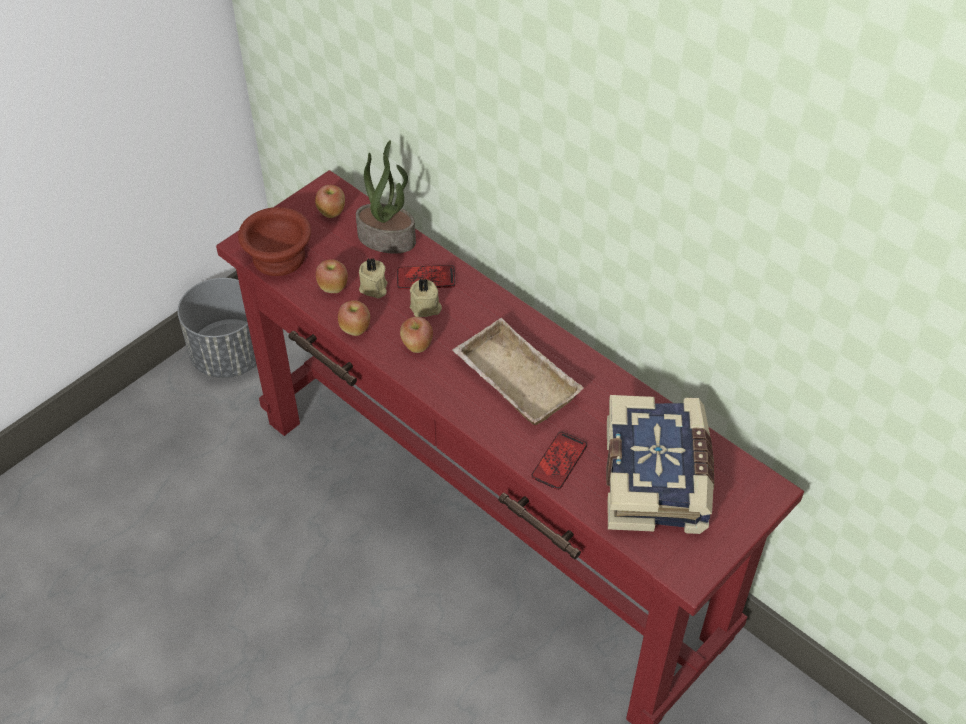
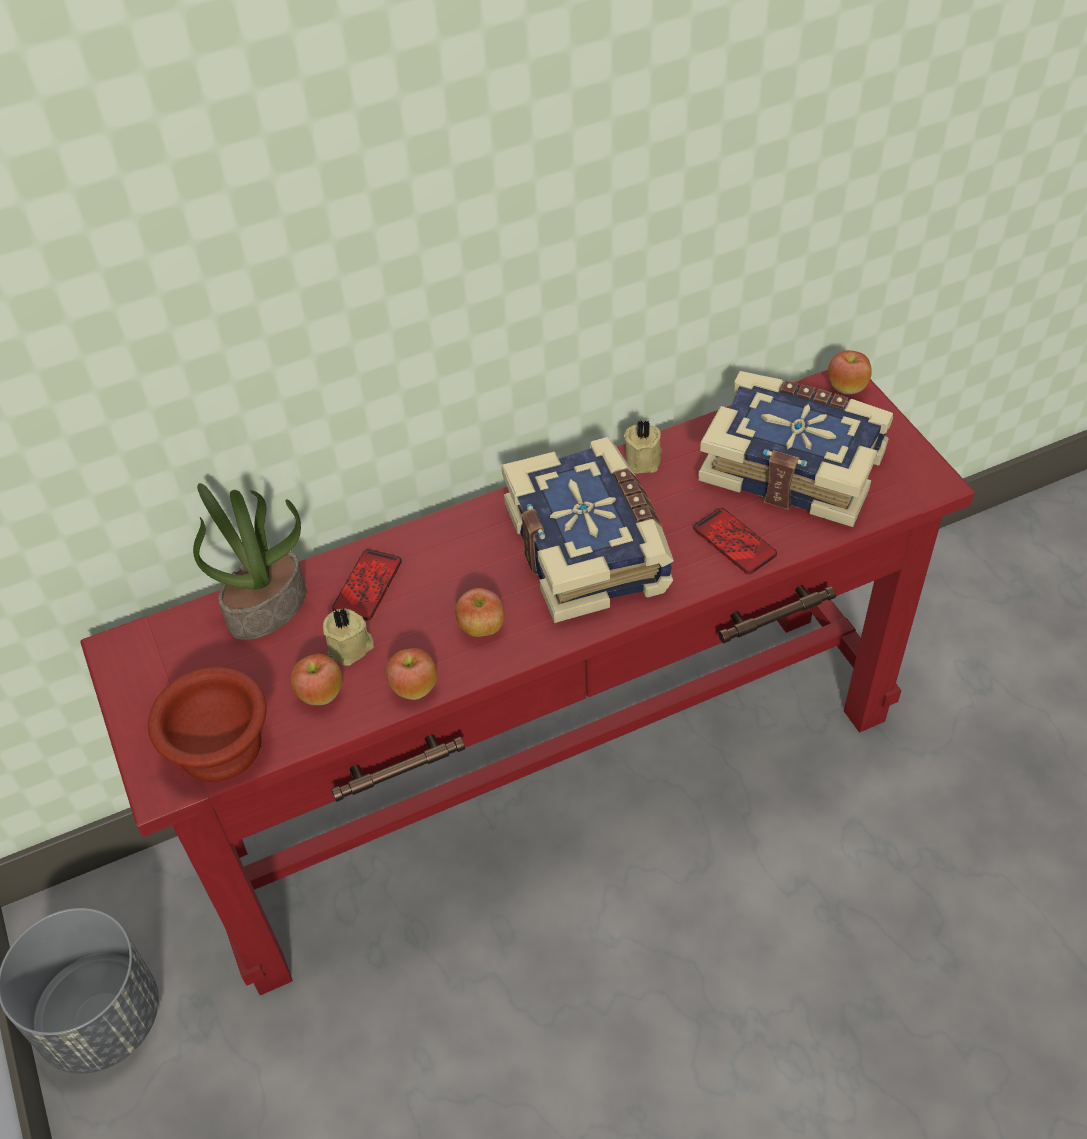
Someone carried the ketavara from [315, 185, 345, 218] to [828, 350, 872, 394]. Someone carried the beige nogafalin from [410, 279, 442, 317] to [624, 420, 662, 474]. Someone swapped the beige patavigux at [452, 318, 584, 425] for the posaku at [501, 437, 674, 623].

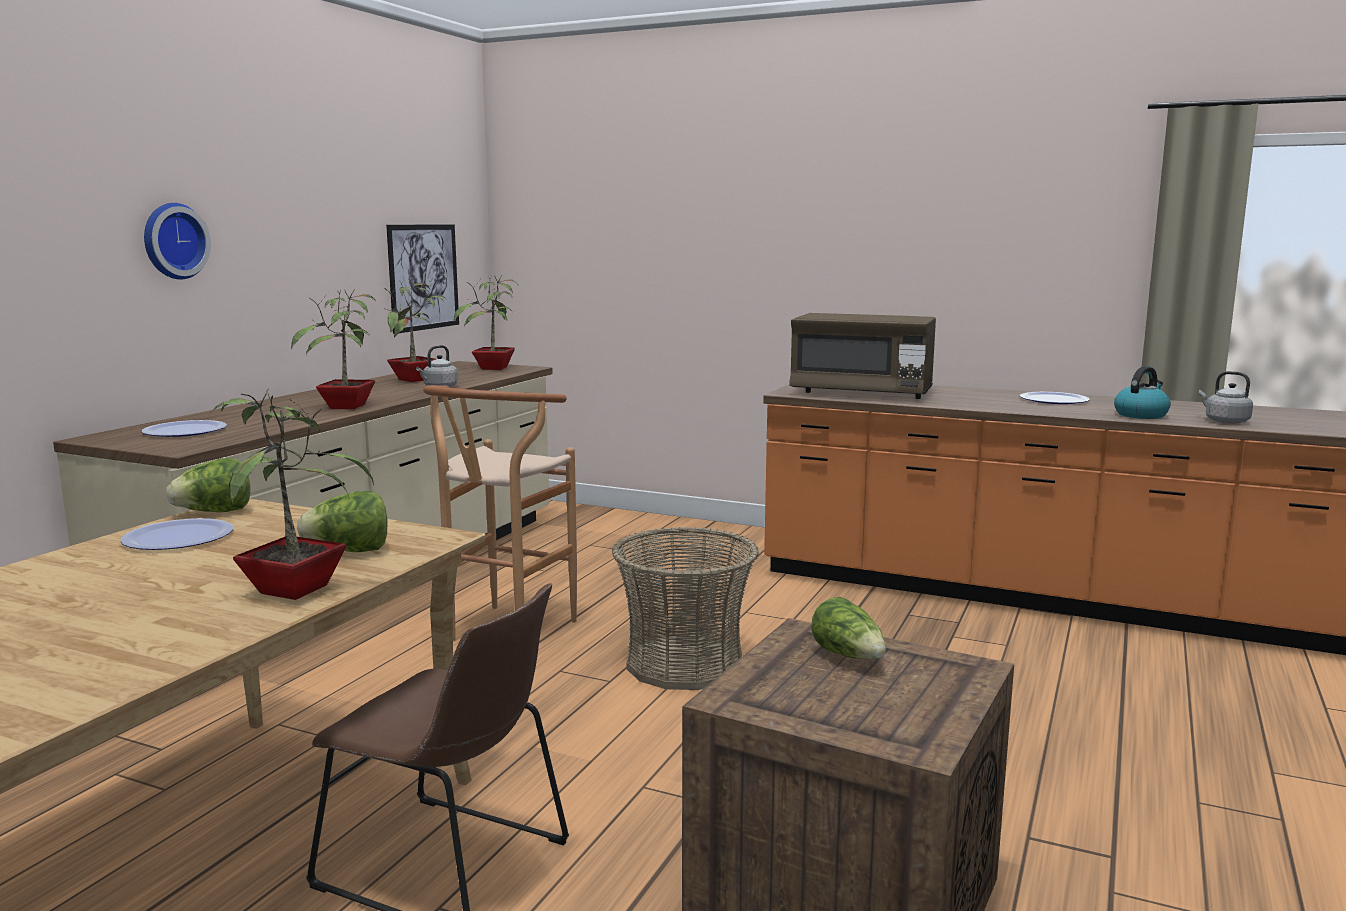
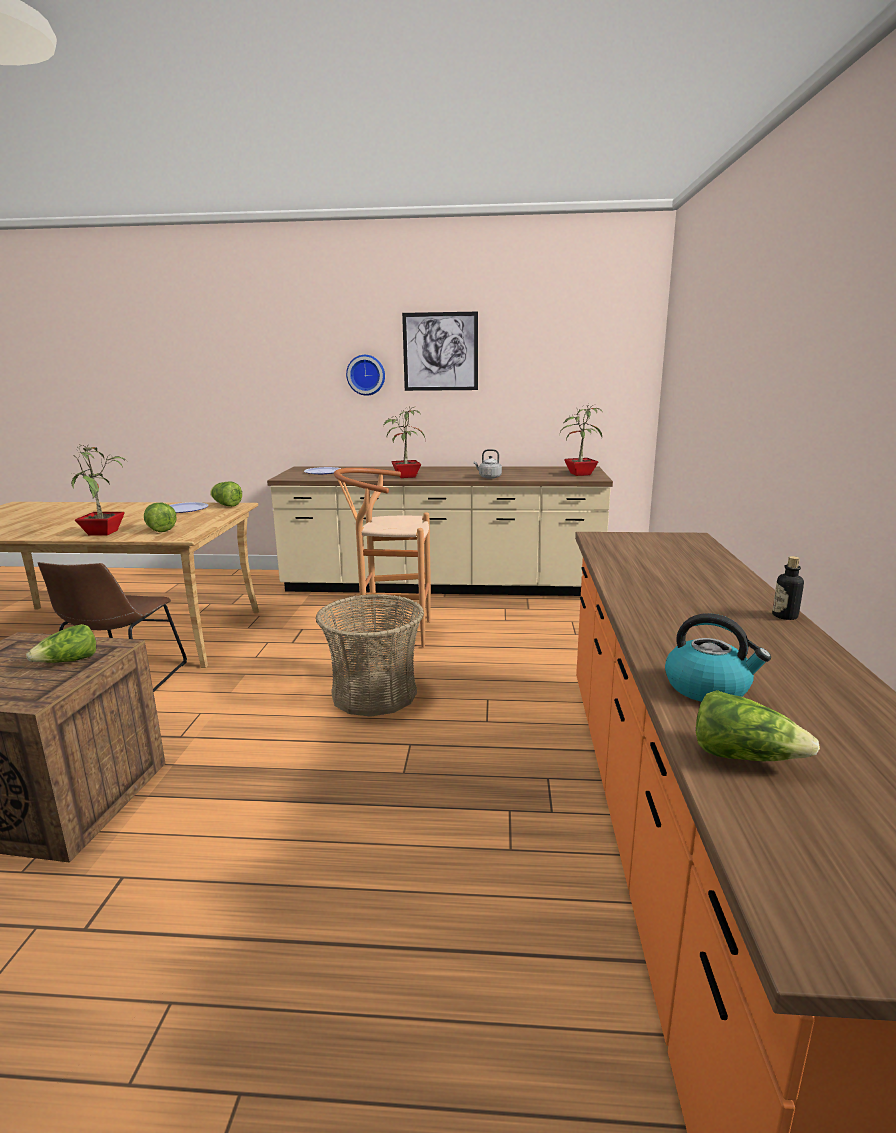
Someone carried the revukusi from [386, 225, 459, 334] to [402, 312, 478, 391]. Someone took away the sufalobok at [381, 279, 446, 382]. Someone took away the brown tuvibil at [789, 313, 936, 399]. Someone swapped the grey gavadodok at [1199, 371, 1253, 424] for the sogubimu at [696, 690, 820, 761]. Someone took away the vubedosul at [1020, 392, 1090, 404]. Someone put down the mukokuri at [772, 556, 804, 620].

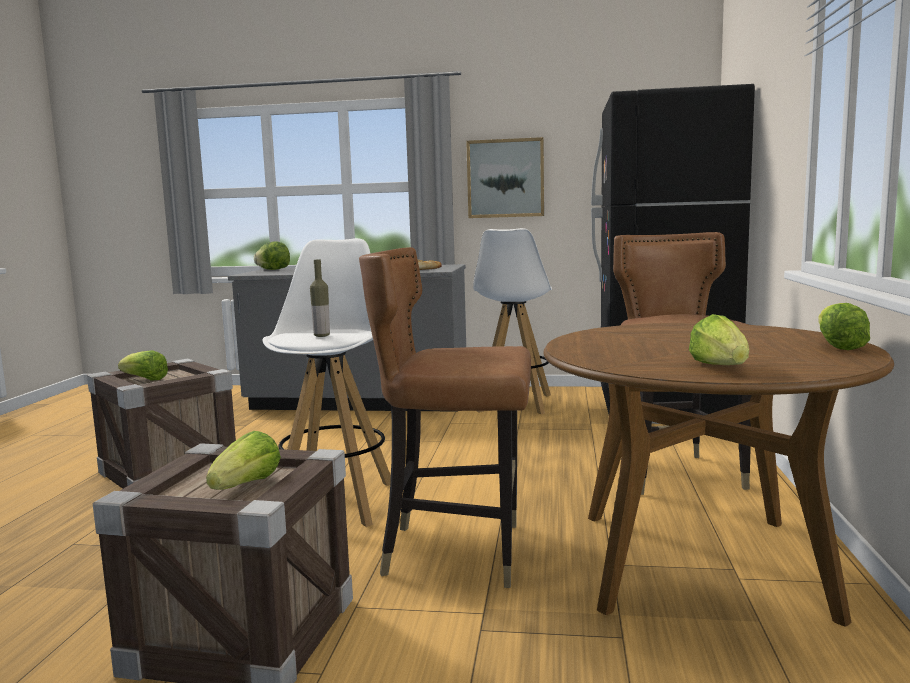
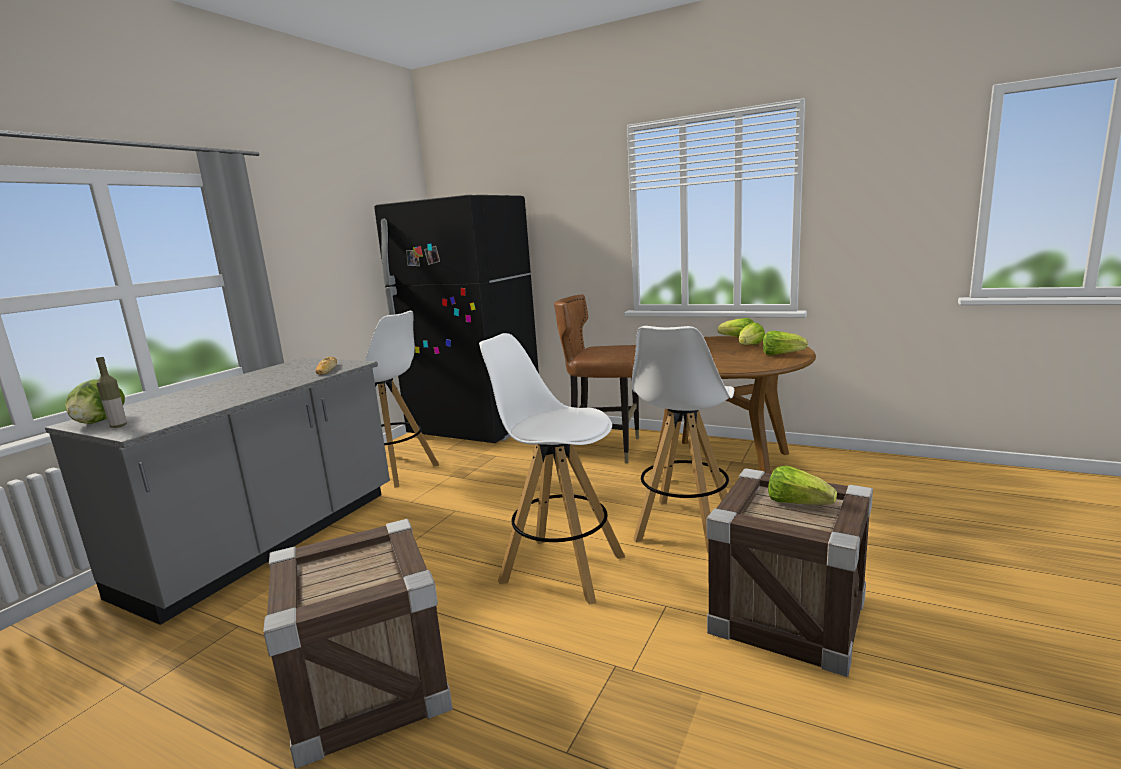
Someone took away the revukusi at [466, 137, 544, 218]. Someone swapped the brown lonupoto at [359, 247, 531, 588] for the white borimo at [632, 326, 734, 552]. Someone carried the mukokuri from [310, 260, 330, 337] to [96, 357, 127, 428]. Someone carried the sogubimu from [118, 350, 168, 380] to [739, 322, 765, 345].

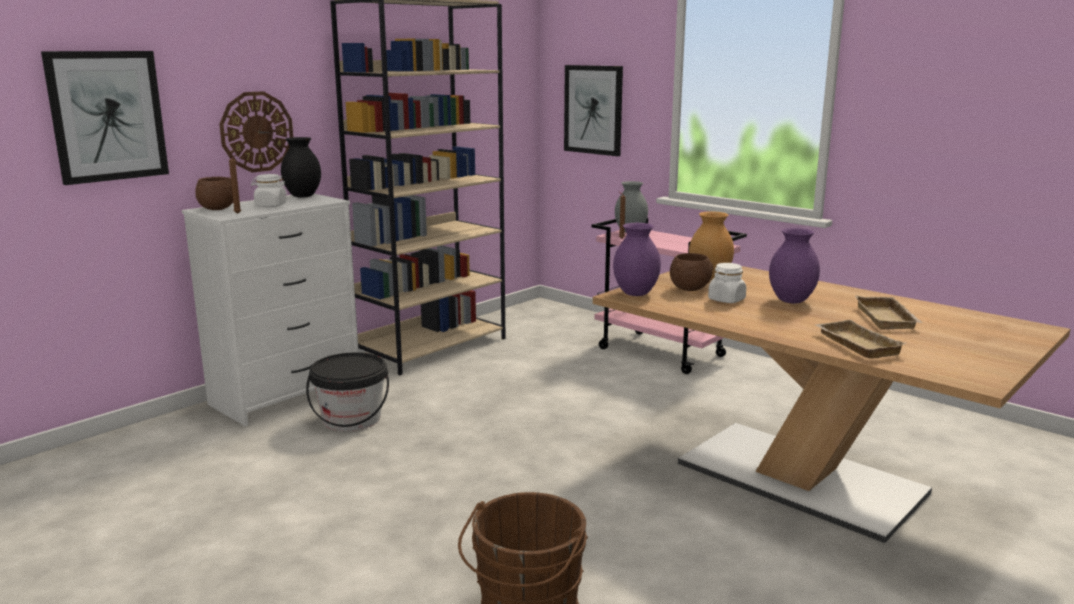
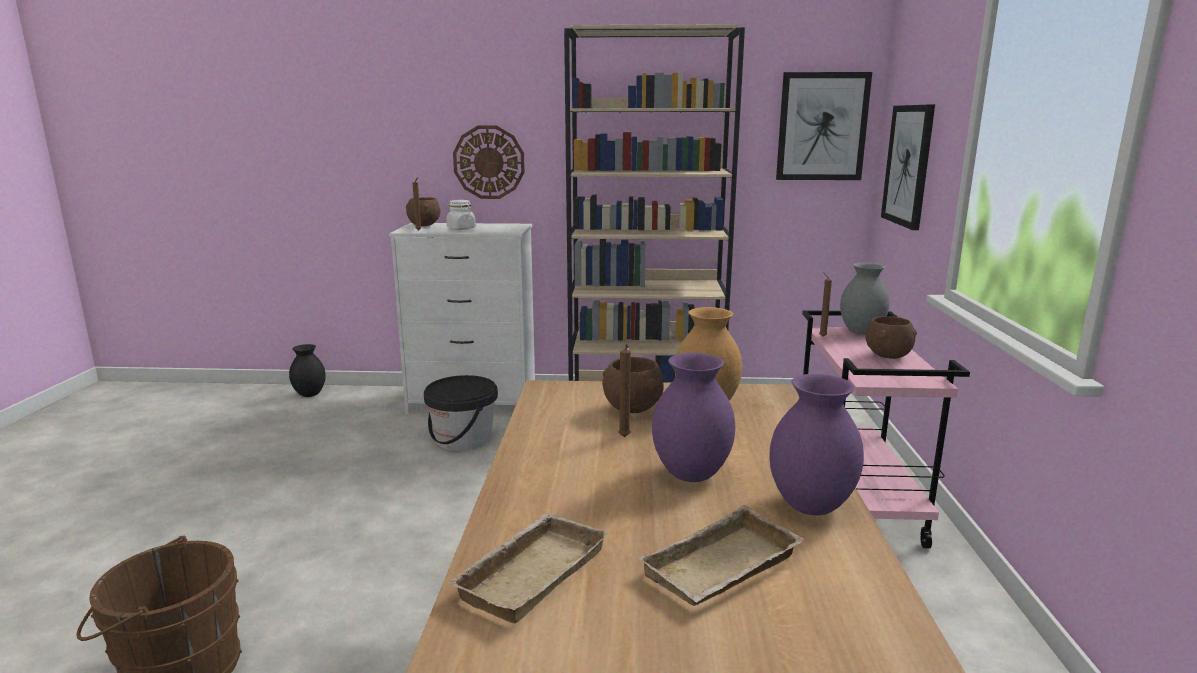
Someone carried the revukusi from [41, 51, 169, 185] to [776, 72, 872, 180]. Someone carried the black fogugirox from [281, 137, 321, 197] to [289, 344, 326, 397]. Someone carried the purple fogugirox from [613, 223, 661, 296] to [769, 374, 864, 515]. Someone swapped the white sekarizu at [708, 263, 746, 303] for the brown nogafalin at [618, 344, 631, 437]. Someone put down the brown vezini at [865, 316, 917, 359].

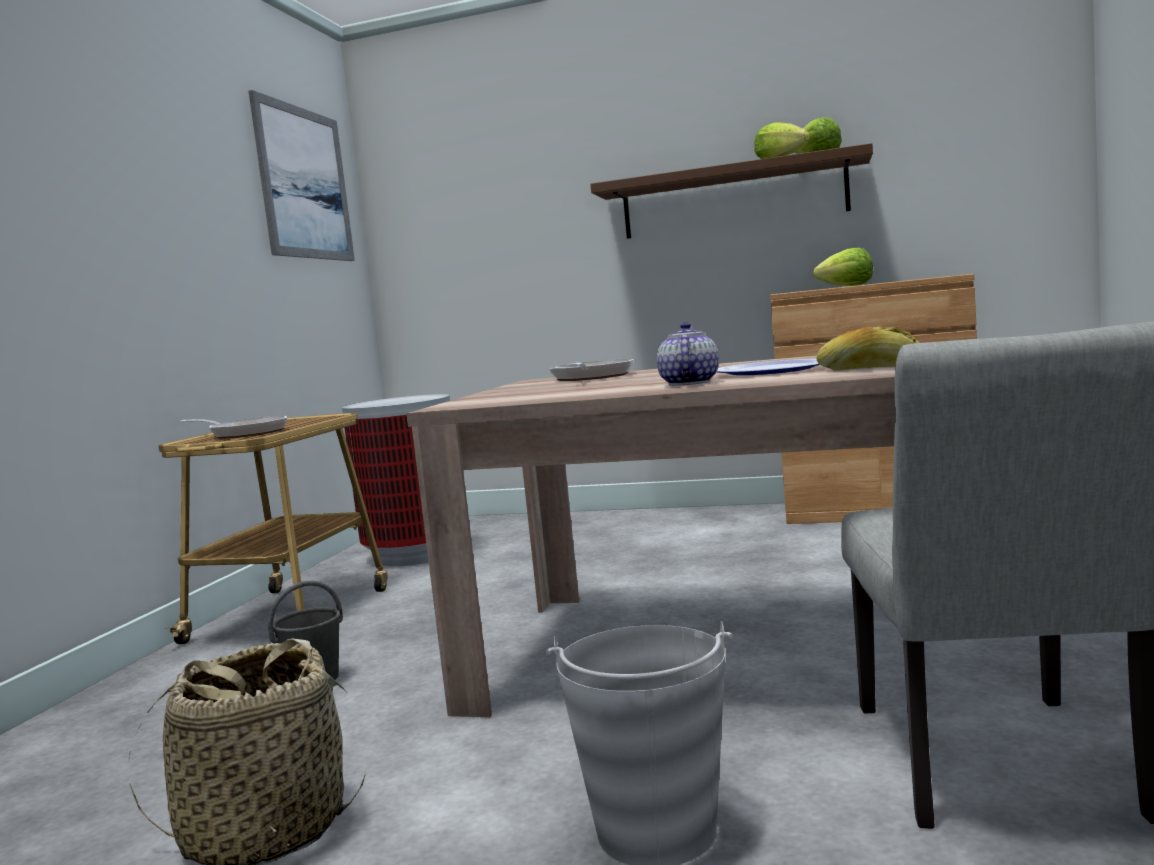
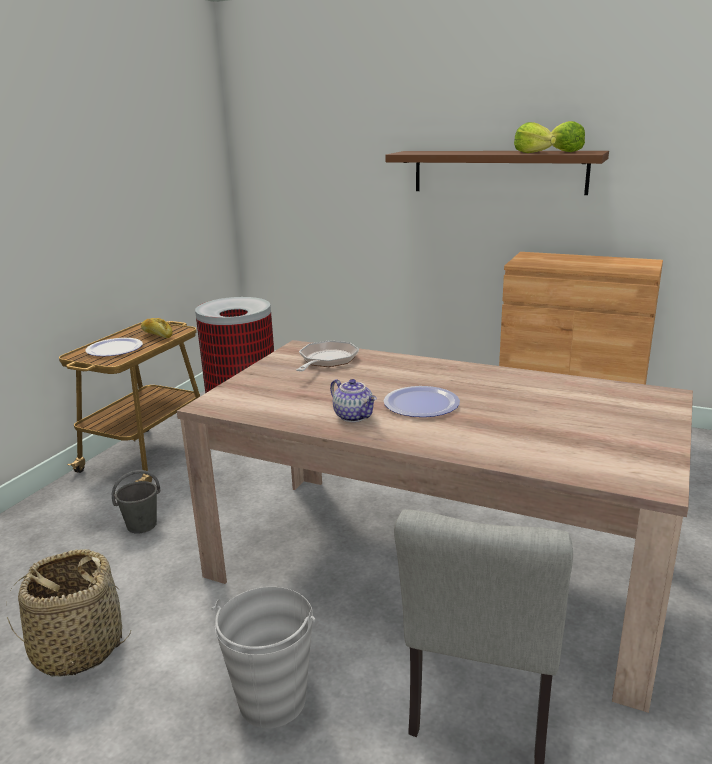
Someone took away the revukusi at [249, 90, 355, 261]. Someone took away the sogubimu at [813, 248, 873, 286]. Someone rotated the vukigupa at [657, 322, 719, 386] by 120 degrees clockwise. Someone carried the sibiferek from [817, 327, 920, 370] to [141, 318, 173, 338]. Someone swapped the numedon at [179, 416, 287, 439] for the vubedosul at [86, 338, 143, 356].

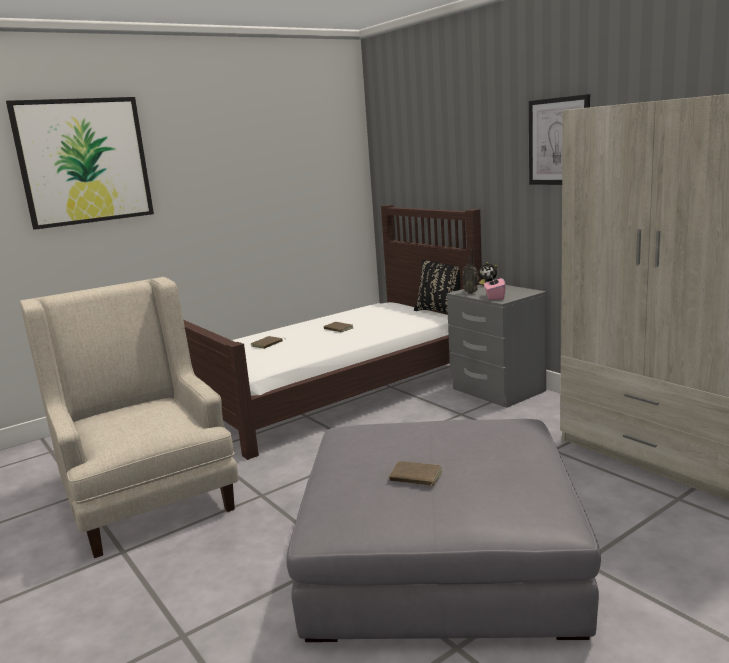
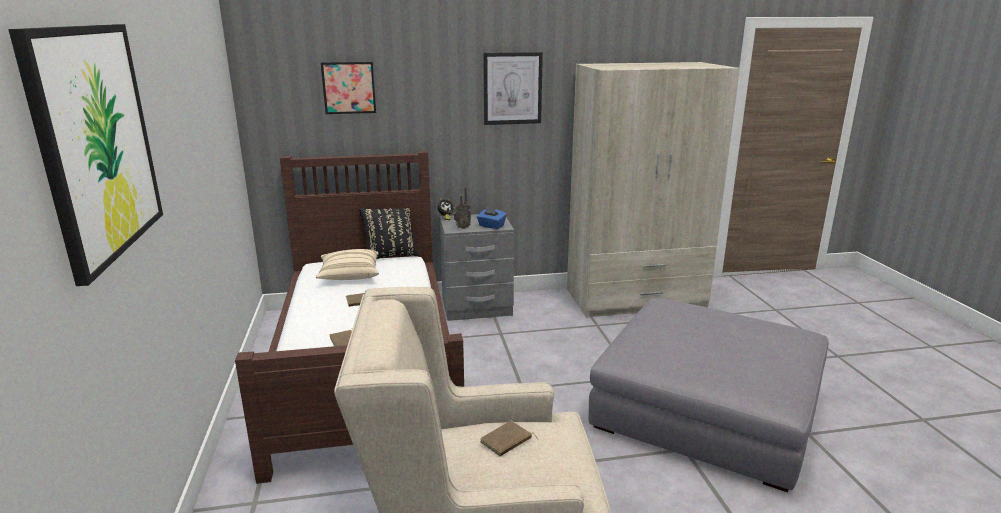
Someone repainted the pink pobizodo at [484, 275, 506, 300], which became the blue pobizodo at [477, 207, 506, 229]. Someone carried the brown posaku from [389, 461, 442, 488] to [480, 421, 538, 456]. Someone put up the revukusi at [321, 62, 376, 114]. Someone put down the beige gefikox at [316, 249, 379, 280].

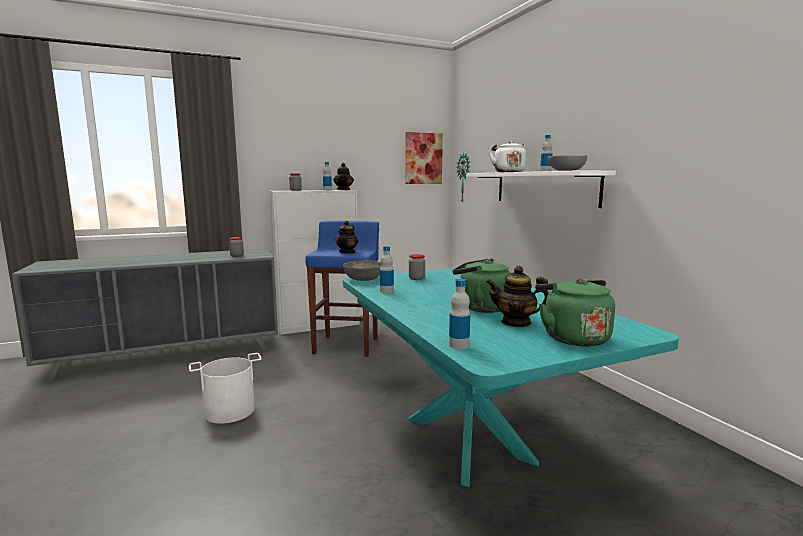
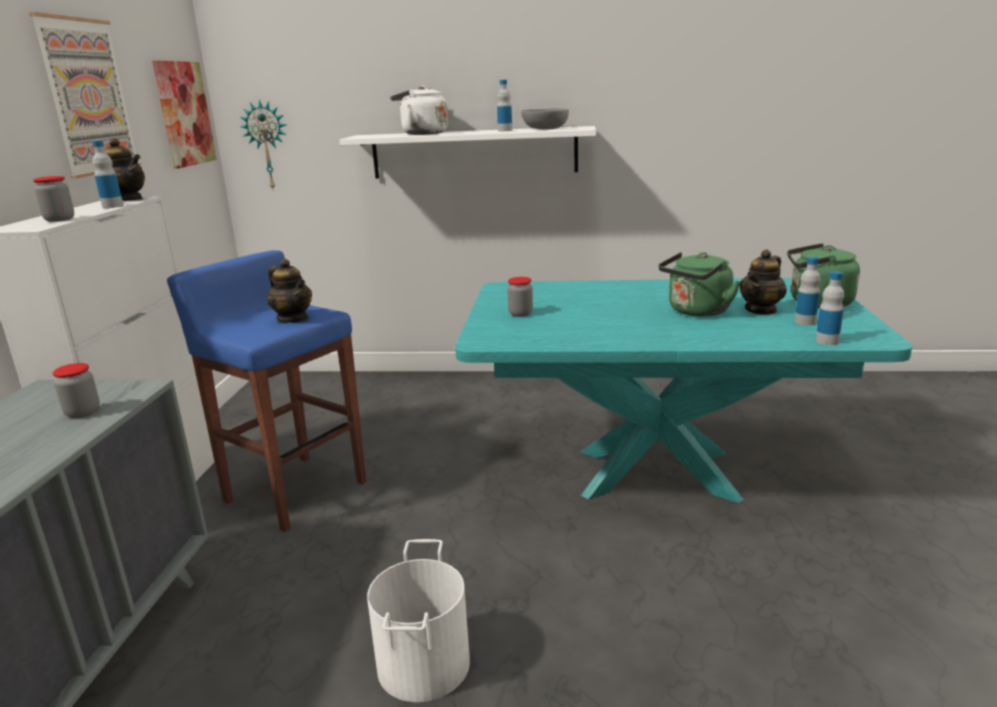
Someone carried the mukokuri from [380, 246, 394, 293] to [795, 257, 820, 325]. Someone took away the grey vezini at [343, 260, 381, 281]. Someone put up the revukusi at [29, 12, 141, 179].

